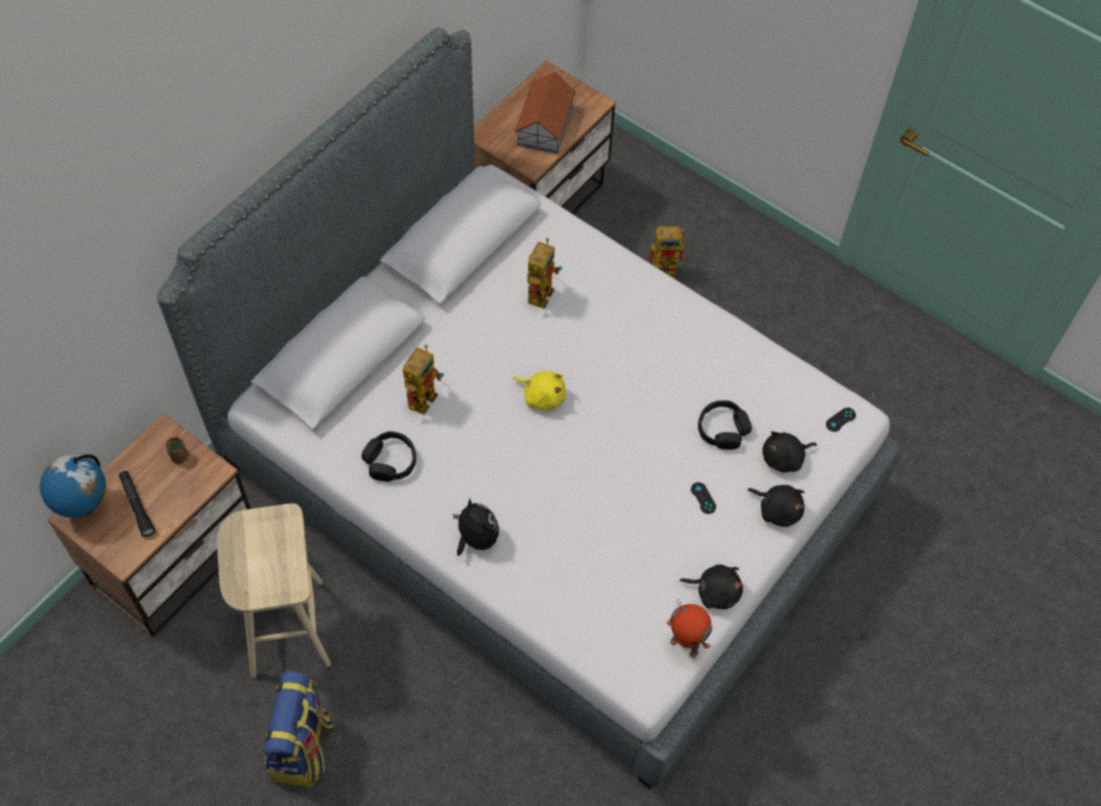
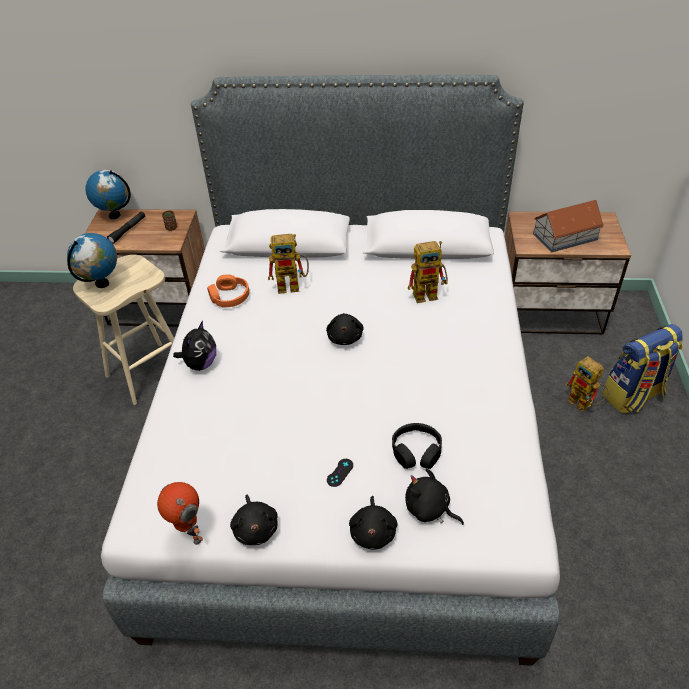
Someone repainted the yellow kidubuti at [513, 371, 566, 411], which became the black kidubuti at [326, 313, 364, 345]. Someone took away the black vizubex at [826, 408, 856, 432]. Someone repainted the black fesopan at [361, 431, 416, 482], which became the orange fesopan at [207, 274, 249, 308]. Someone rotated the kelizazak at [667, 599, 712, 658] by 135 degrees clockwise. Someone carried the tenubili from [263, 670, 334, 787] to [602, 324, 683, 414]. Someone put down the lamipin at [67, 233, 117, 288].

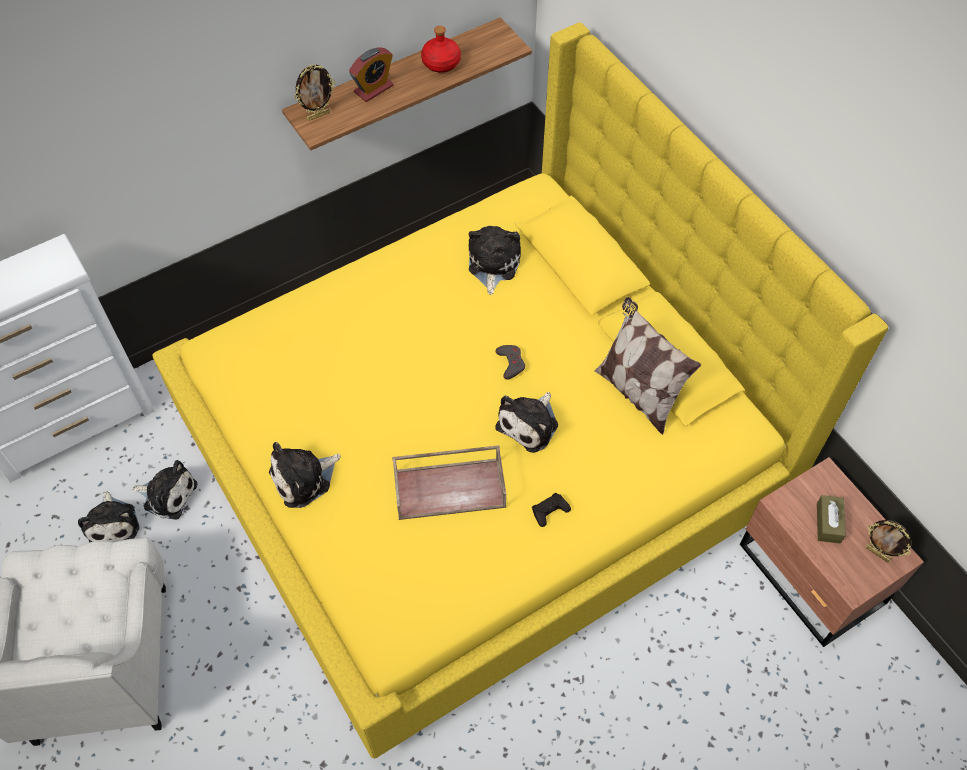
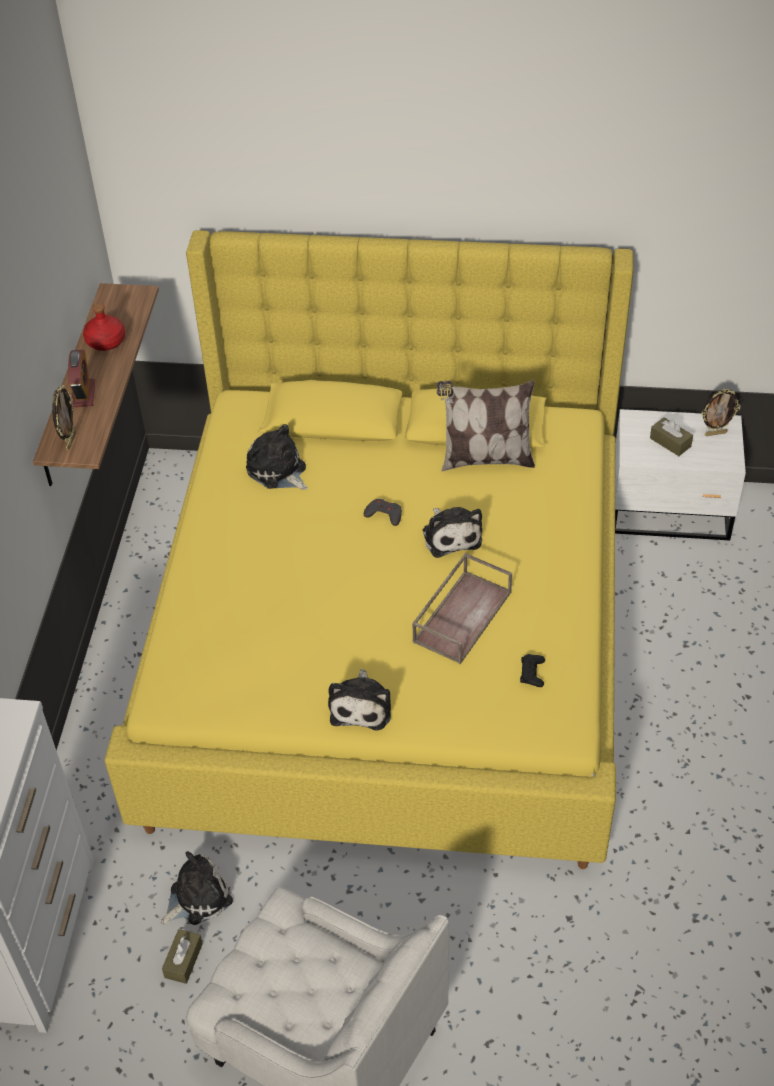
Someone repainted the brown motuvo at [740, 457, 924, 647], which became the white motuvo at [615, 409, 746, 540]. Someone swapped the kidubuti at [78, 491, 139, 542] for the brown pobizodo at [162, 929, 203, 984]. Someone carried the black vizubex from [532, 493, 571, 527] to [520, 654, 545, 687].

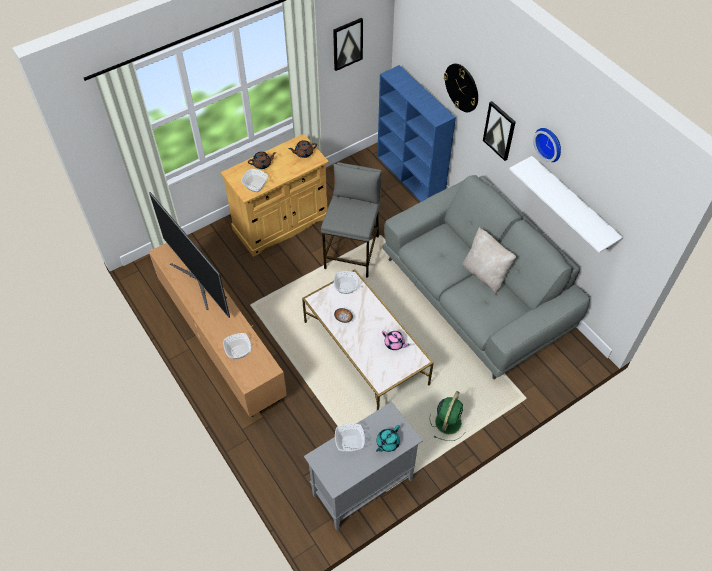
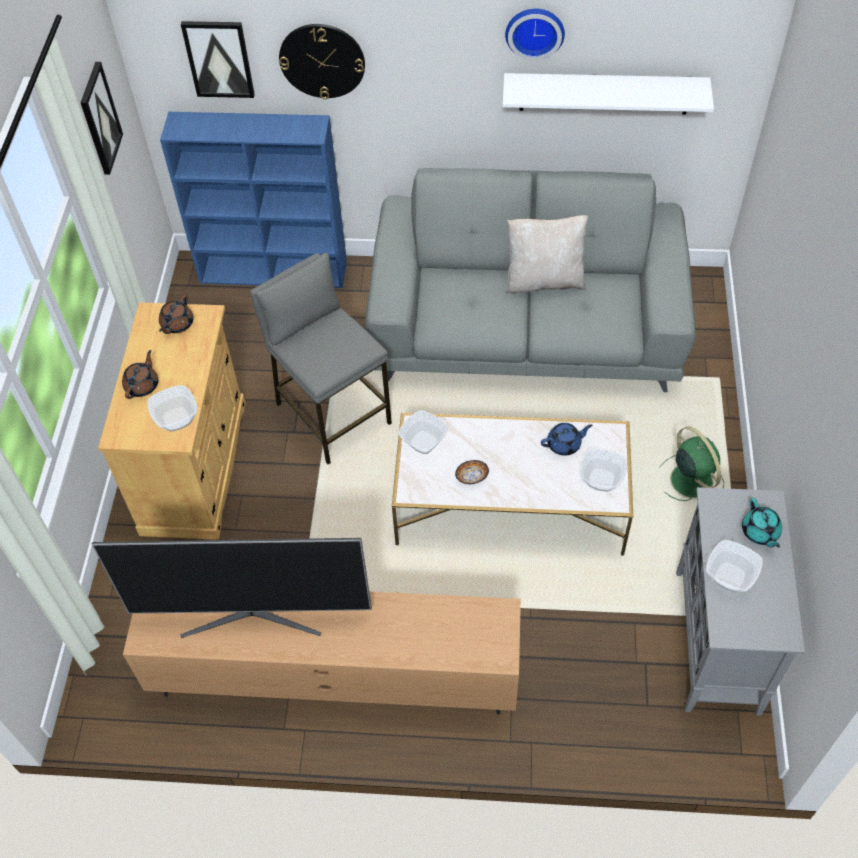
Someone carried the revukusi from [483, 101, 516, 161] to [181, 21, 255, 98]. Someone repainted the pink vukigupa at [382, 331, 410, 350], which became the blue vukigupa at [541, 423, 593, 456]. Someone carried the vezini from [223, 333, 251, 359] to [580, 449, 627, 492].

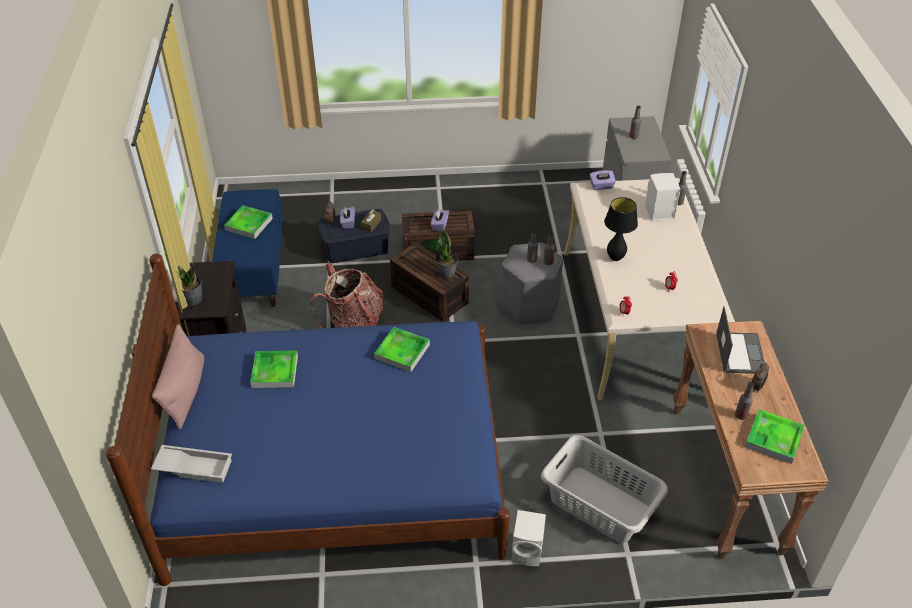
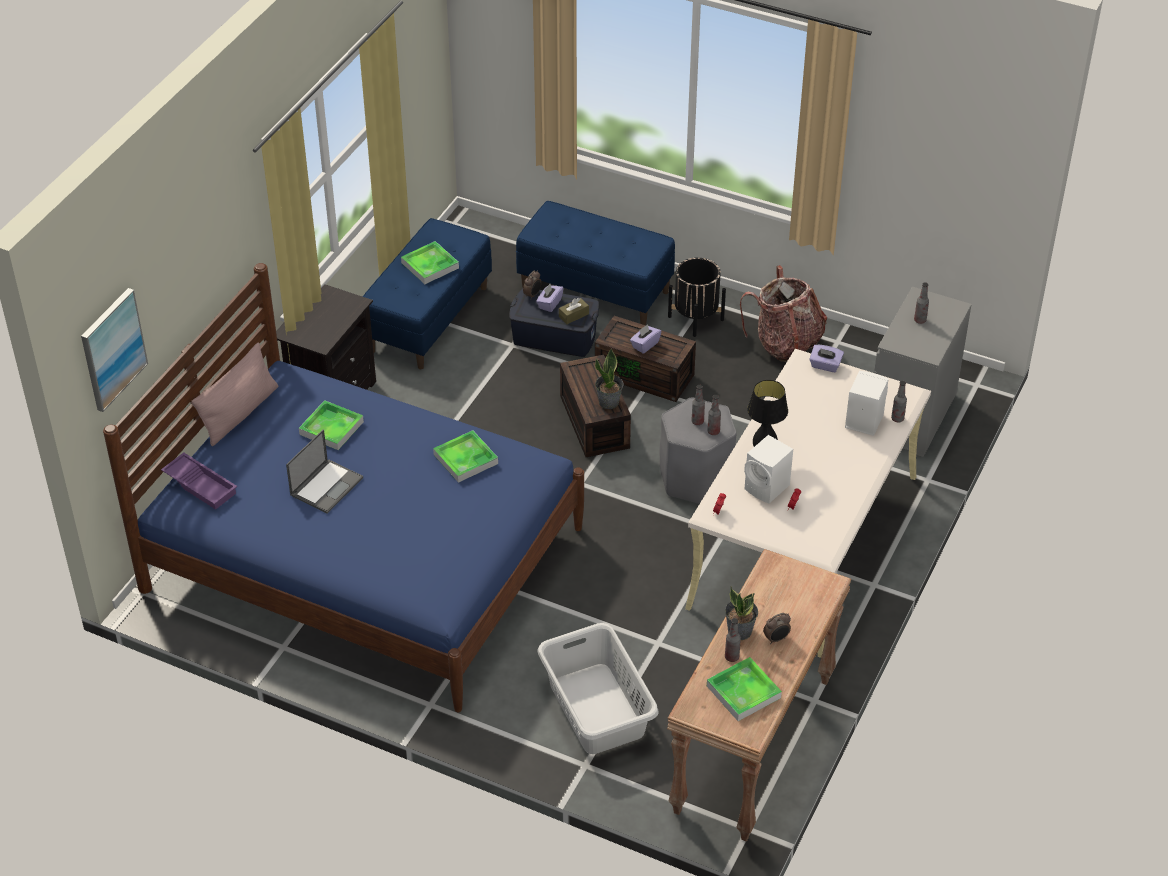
Someone carried the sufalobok from [176, 263, 202, 305] to [725, 586, 758, 640]. Someone carried the tenubili from [311, 263, 383, 328] to [740, 265, 827, 362]. Someone carried the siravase from [716, 306, 765, 374] to [286, 429, 363, 514]. Someone repainted the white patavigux at [151, 445, 232, 483], which became the purple patavigux at [161, 453, 237, 510]. Someone carried the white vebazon from [511, 510, 546, 566] to [744, 435, 793, 504]. Someone put down the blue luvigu at [516, 201, 675, 325]. Someone put down the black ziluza at [668, 258, 726, 337]. Someone put up the revukusi at [81, 288, 148, 412].

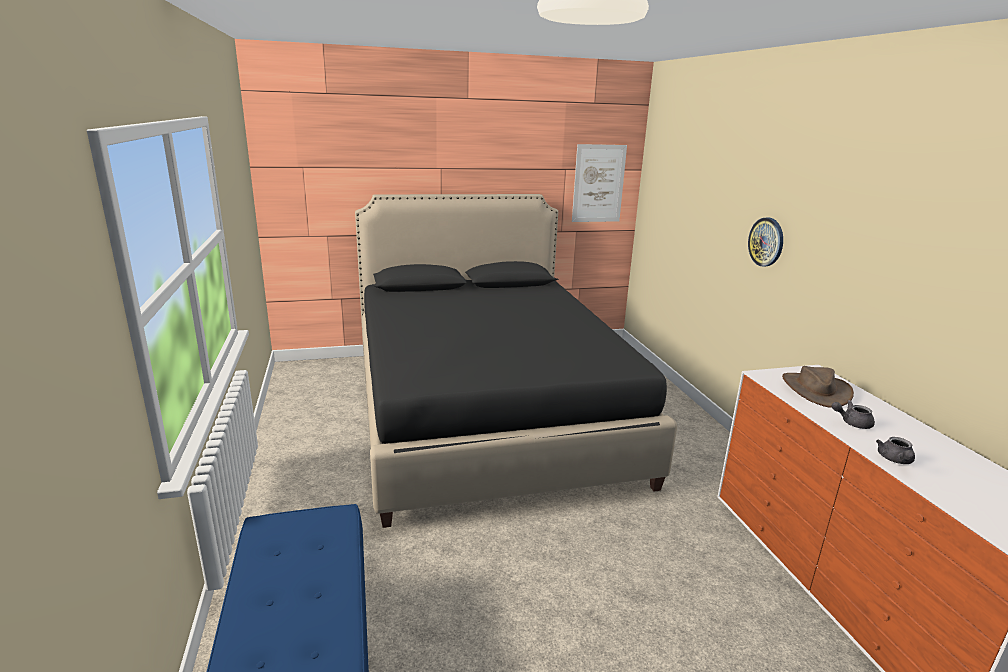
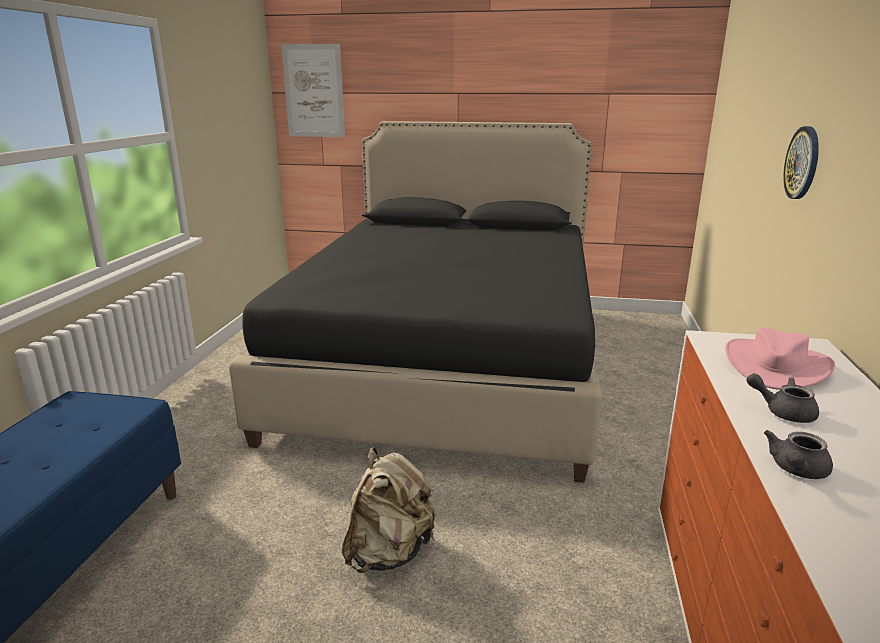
Someone carried the revukusi from [572, 144, 627, 222] to [281, 44, 345, 137]. Someone repainted the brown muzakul at [782, 366, 854, 408], which became the pink muzakul at [725, 327, 835, 390]. Someone put down the beige tenubili at [342, 447, 436, 573].

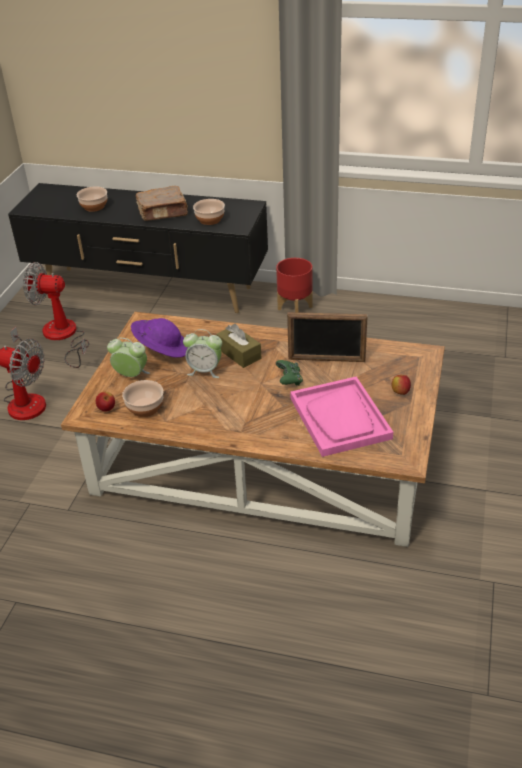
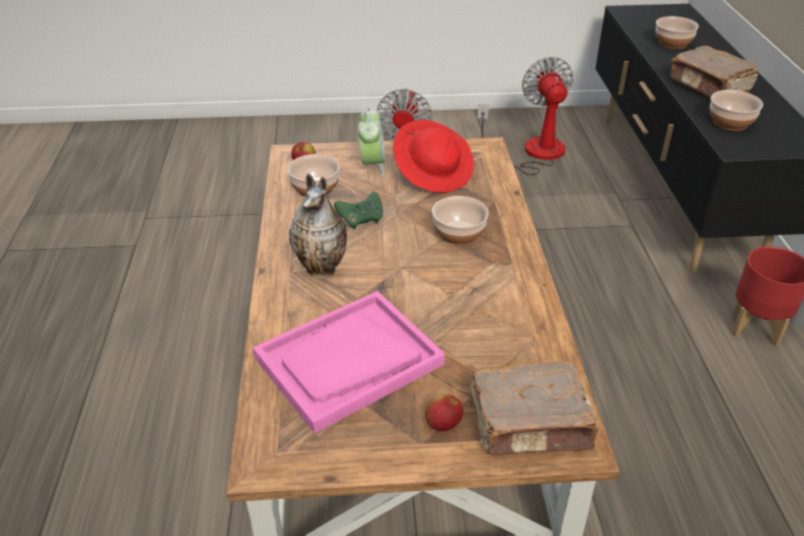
Someone took away the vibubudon at [287, 312, 368, 362]. Someone repainted the purple muzakul at [131, 318, 188, 358], which became the red muzakul at [393, 120, 474, 193]. Someone swapped the brown pobizodo at [216, 324, 261, 368] for the vezini at [432, 196, 489, 245]. Someone took away the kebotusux at [183, 329, 222, 378]. Someone carried the green vizubex from [276, 360, 303, 385] to [334, 192, 383, 229]. Someone put down the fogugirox at [289, 173, 347, 278]. Someone put down the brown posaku at [470, 361, 600, 455].

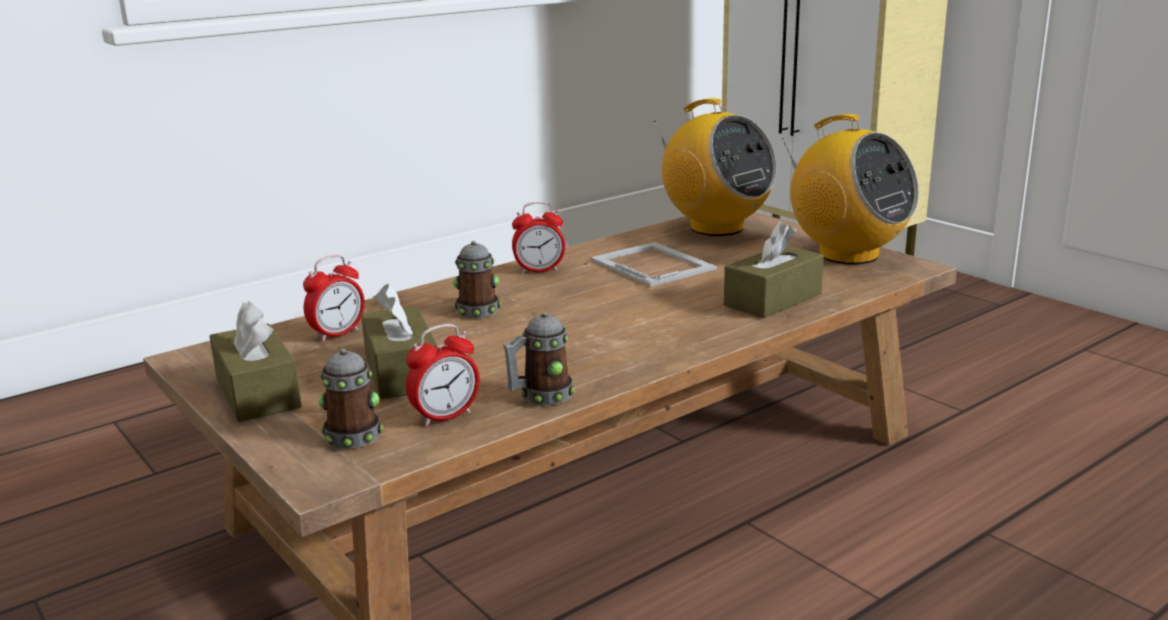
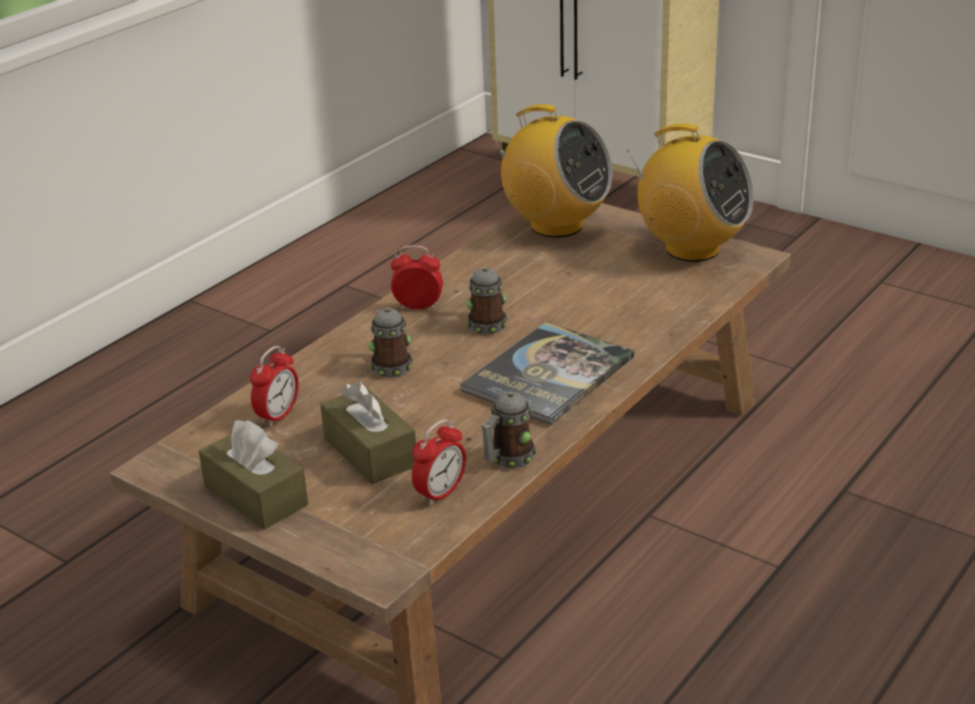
Someone rotated the kebotusux at [512, 202, 566, 274] by 150 degrees counterclockwise. Someone took away the brown pobizodo at [724, 222, 824, 318]. Someone took away the vibubudon at [591, 242, 717, 287]. Someone carried the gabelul from [318, 349, 383, 449] to [466, 267, 507, 335]. Someone put down the posaku at [460, 322, 634, 425].

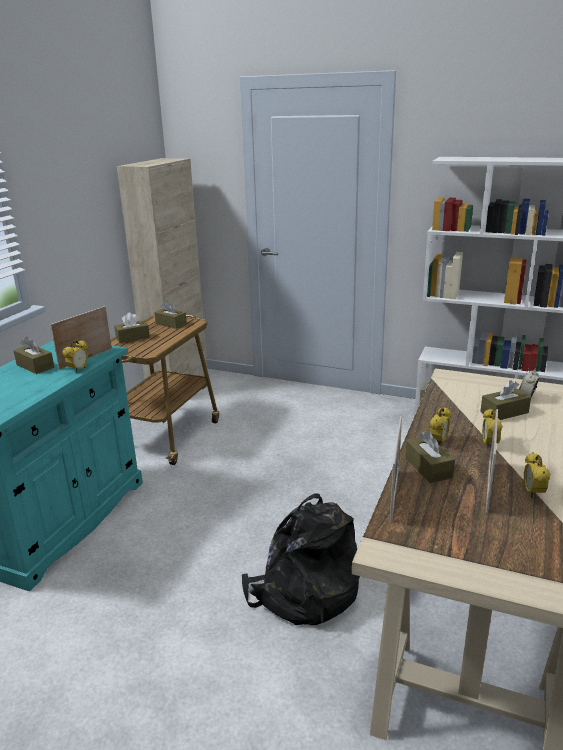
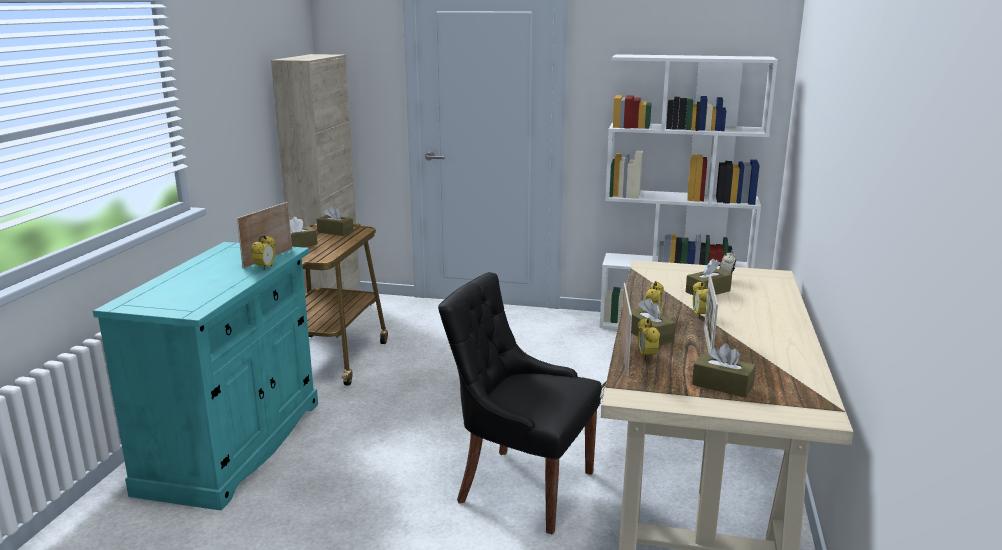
Someone carried the brown pobizodo from [13, 336, 54, 374] to [692, 344, 756, 398]. Someone carried the kebotusux from [524, 452, 550, 499] to [638, 318, 660, 360]. Someone swapped the black tenubili at [242, 493, 360, 625] for the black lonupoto at [438, 272, 602, 535].

